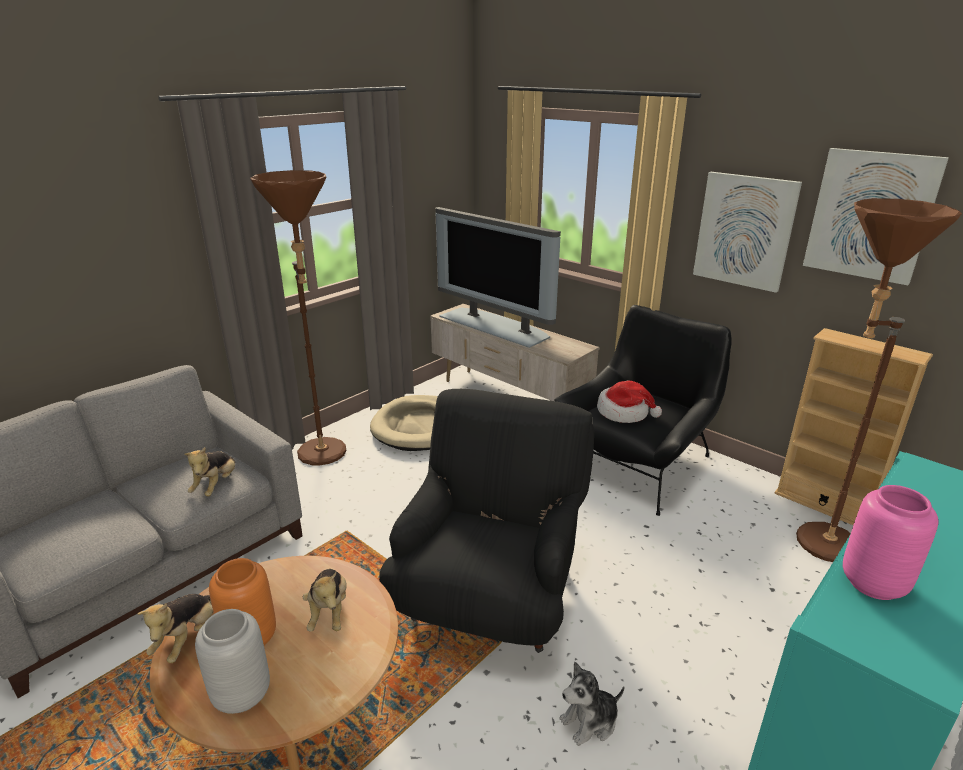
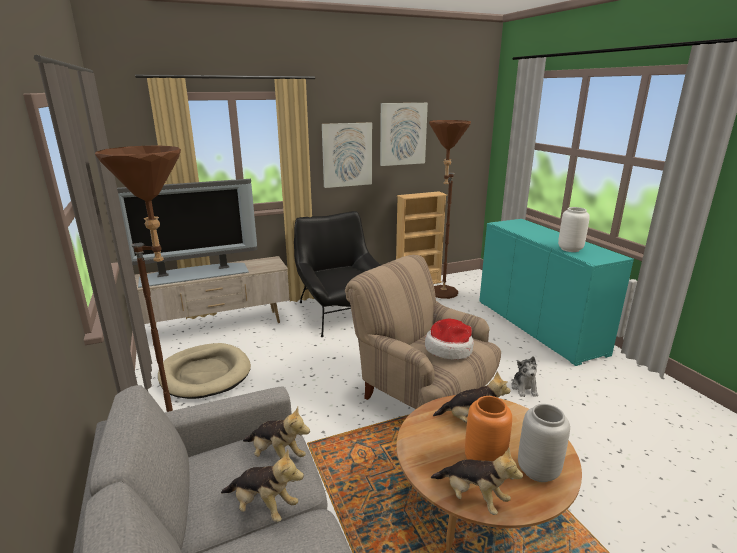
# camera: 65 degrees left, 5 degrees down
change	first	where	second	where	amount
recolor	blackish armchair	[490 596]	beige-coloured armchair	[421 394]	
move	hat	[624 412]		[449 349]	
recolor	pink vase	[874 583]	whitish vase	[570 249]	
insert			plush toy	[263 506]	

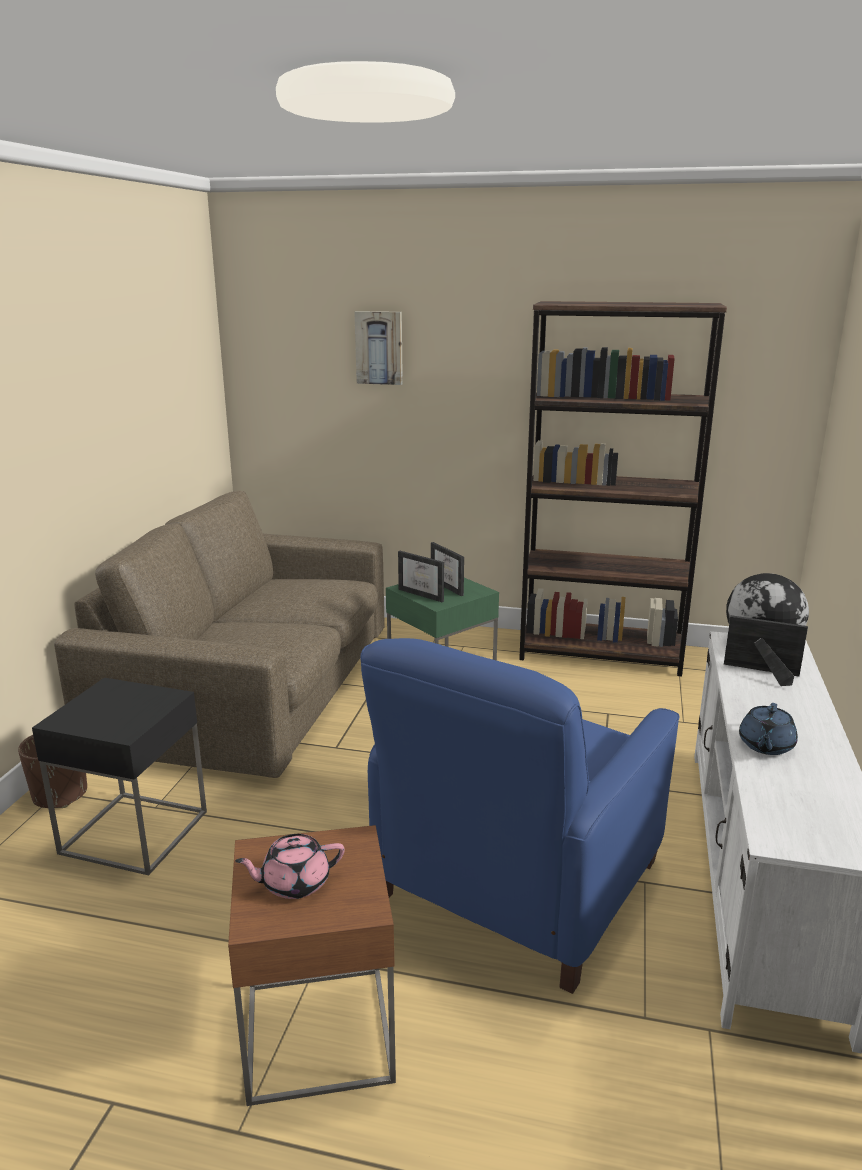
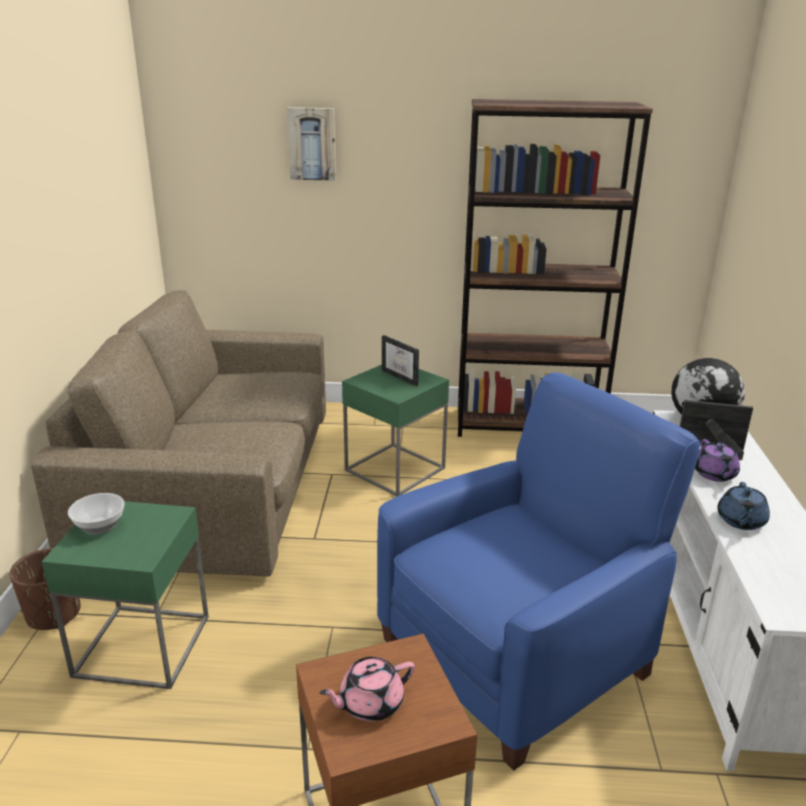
# camera: 10 degrees left, 5 degrees up
change	first	where	second	where	amount
recolor	blackish accent table	[134 832]	green-coloured accent table	[142 645]	
rotate	blue-coloured armchair	[516 882]		[516 655]	150 degrees counterclockwise
delete	picture frame	[425 594]			
insert			deep dish	[101 526]	
insert			purplish tea pot	[714 474]	

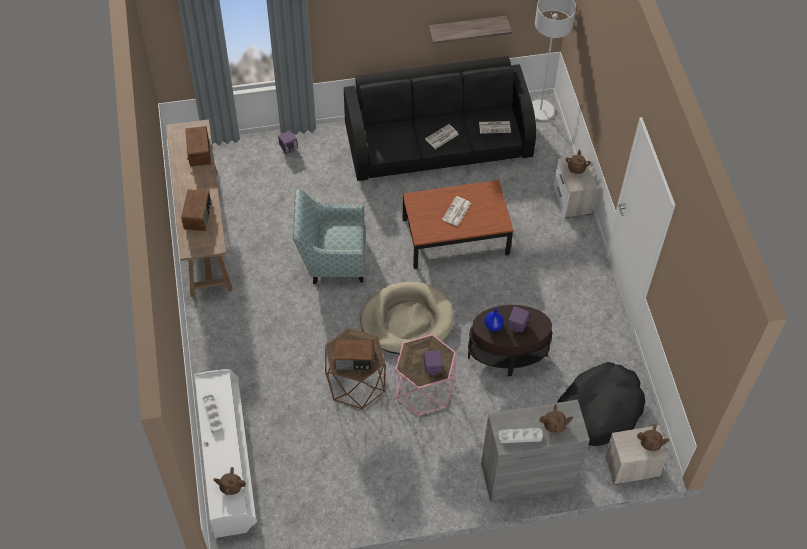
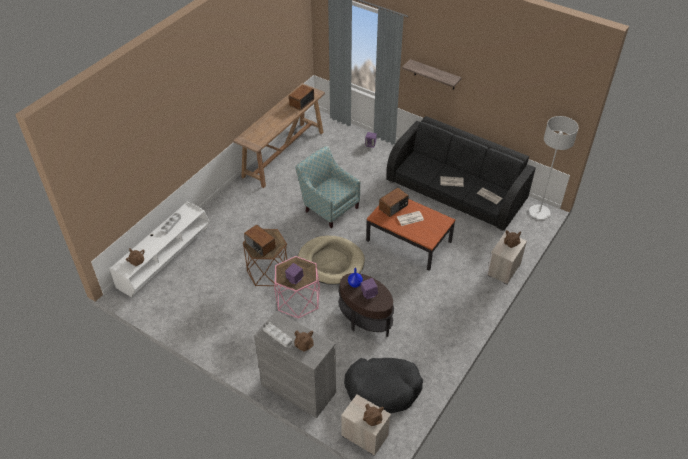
# camera: 45 degrees right, 10 degrees down
change	first	where	second	where	amount
move	radio set	[198 216]		[393 207]	
move	shelf	[467 28]		[434 75]	

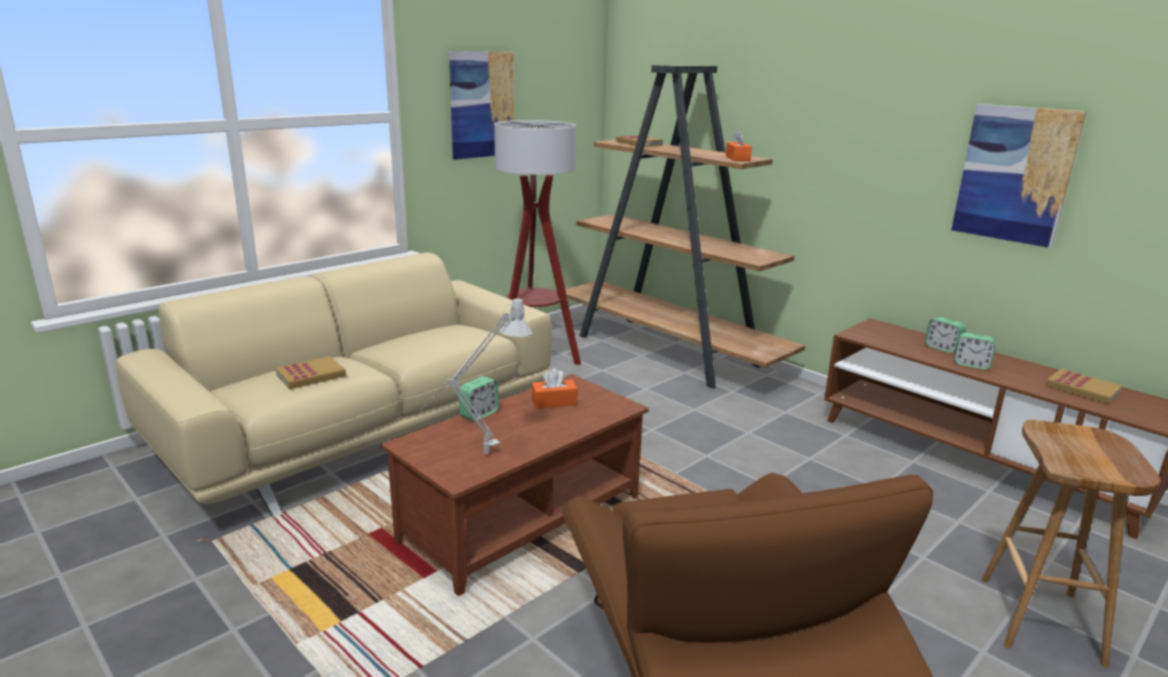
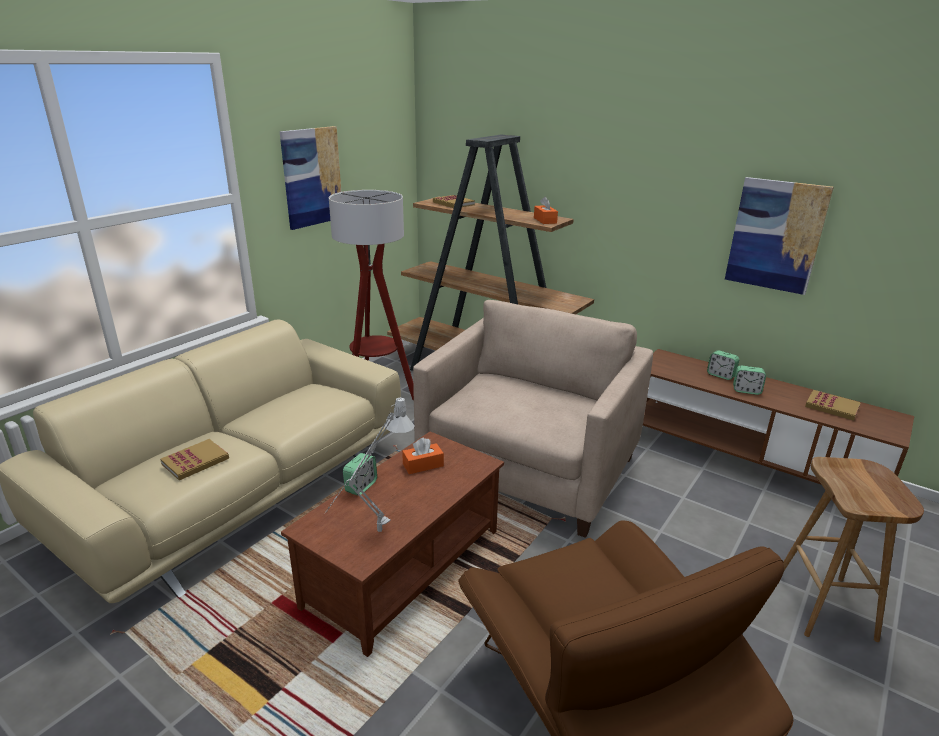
# camera: 10 degrees left, 5 degrees up
change	first	where	second	where	amount
insert			beige-coloured armchair	[529 469]	

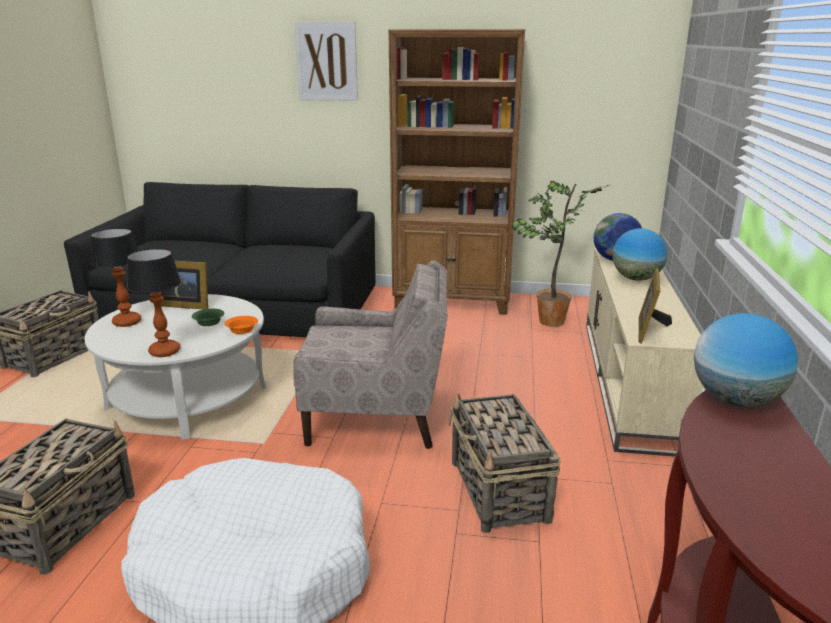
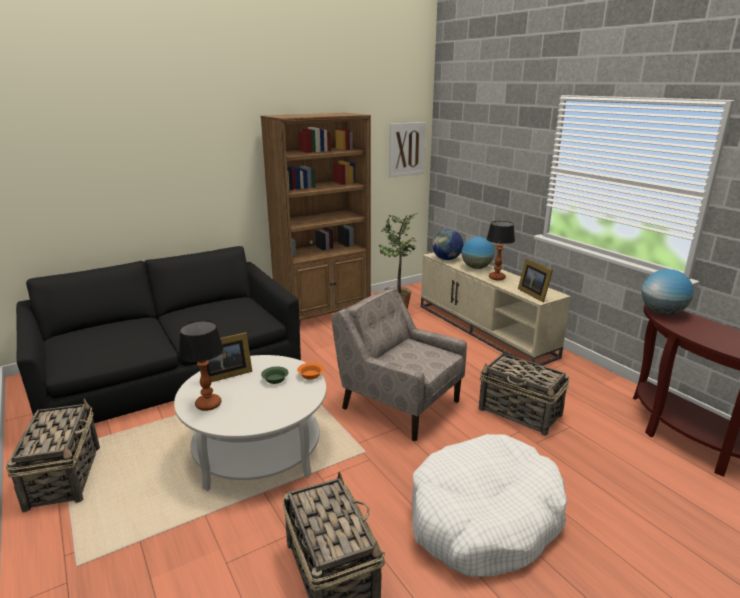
# camera: 40 degrees left, 0 degrees up
change	first	where	second	where	amount
move	lamp for a table	[165 351]		[496 278]	
rotate	beige-coloured armchair	[376 416]		[400 404]	105 degrees counterclockwise
move	wall art	[326 61]		[406 149]	

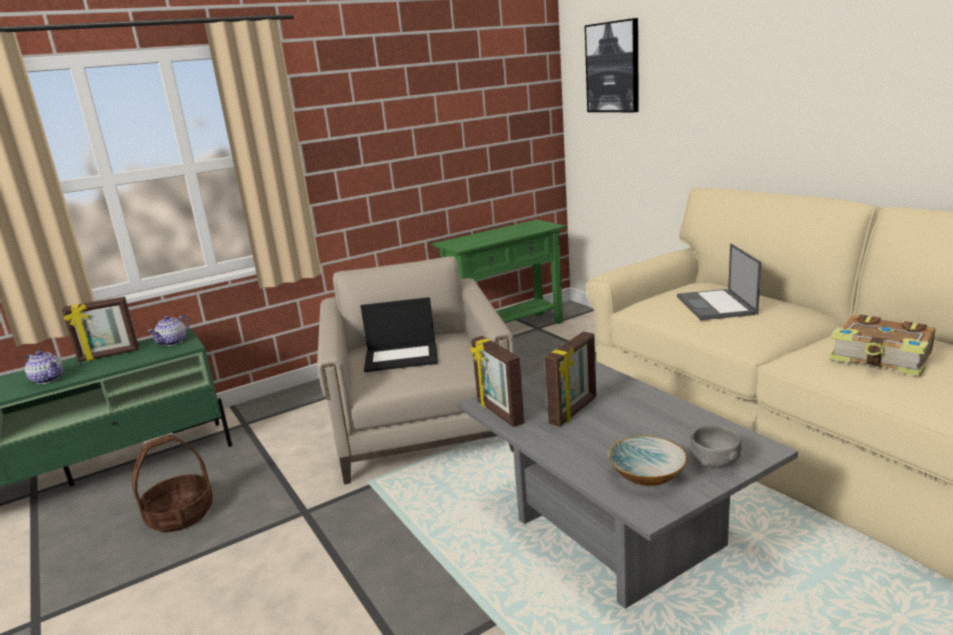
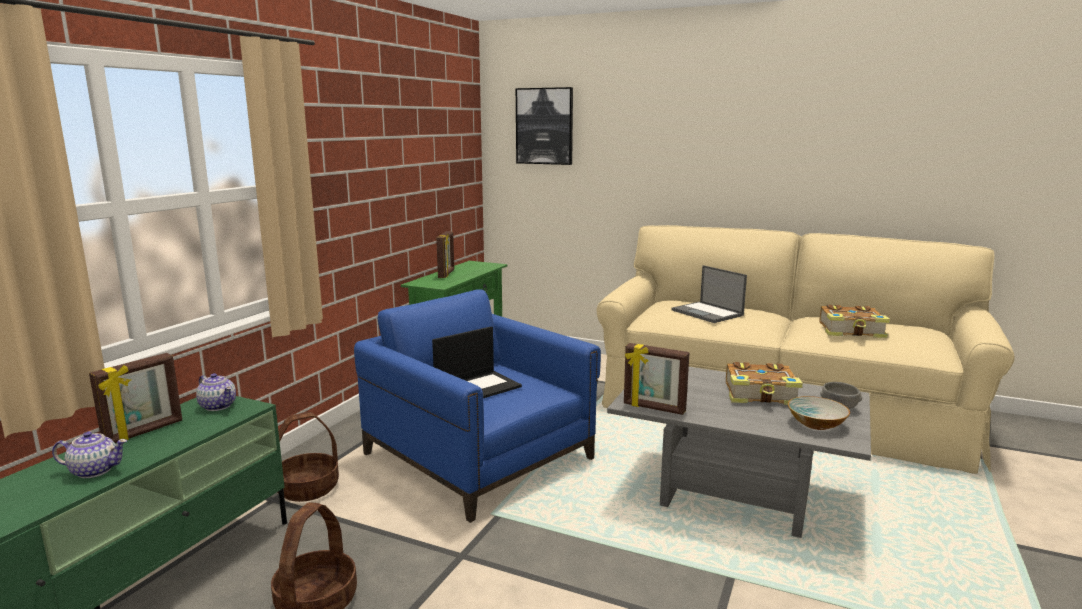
# camera: 35 degrees left, 5 degrees down
change	first	where	second	where	amount
rotate	tea pot	[173 342]		[218 406]	45 degrees counterclockwise
recolor	beige-coloured armchair	[421 424]	blue-coloured armchair	[479 457]	
move	picture frame	[574 411]		[447 274]	
insert			household basket	[308 488]	
insert			volume	[761 395]	

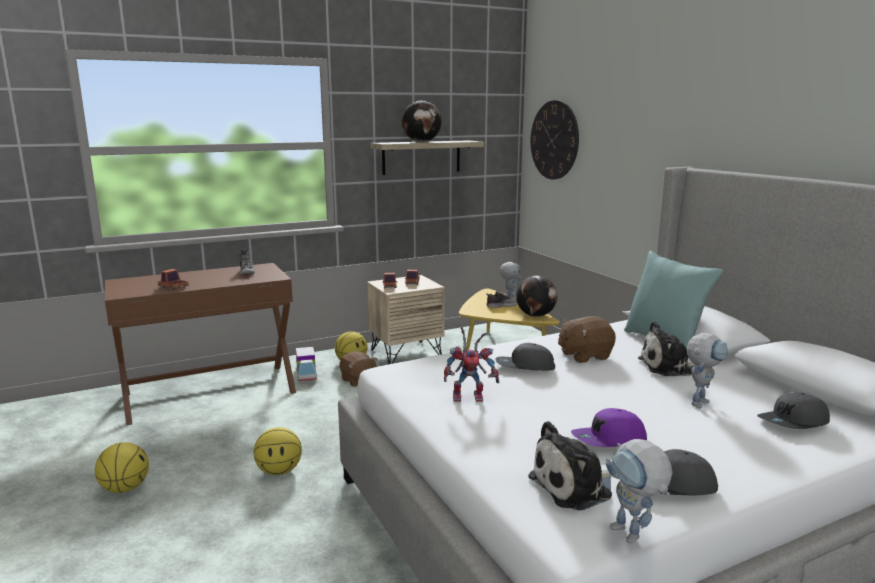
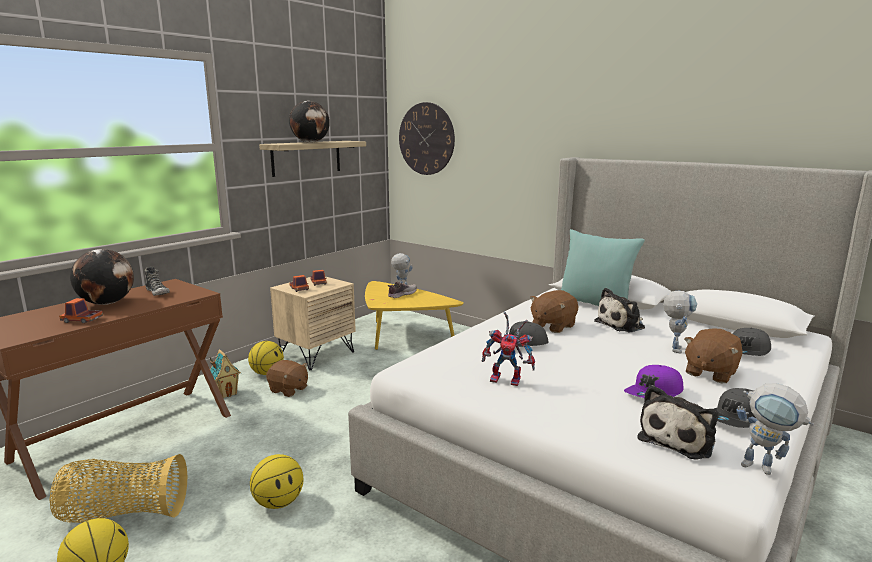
# camera: 25 degrees left, 0 degrees up
change	first	where	second	where	amount
replace	model truck	[306 373]	model house	[226 393]	
rotate	toy robot	[470 396]		[508 379]	45 degrees clockwise
move	world globe	[535 315]		[107 303]	
insert			household basket	[123 514]	
insert			brown-coloured plush toy	[710 373]	

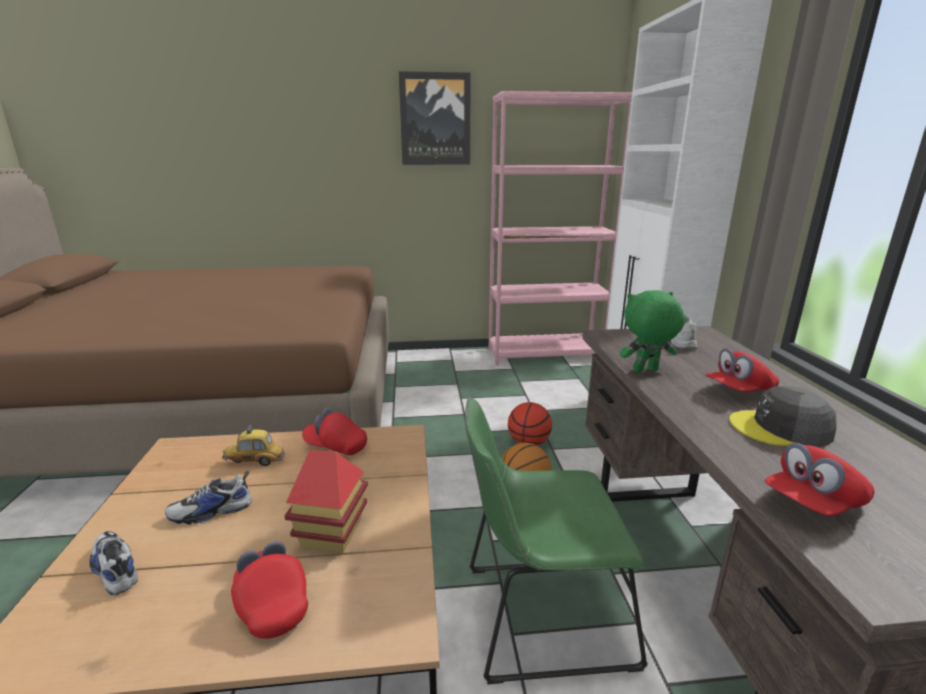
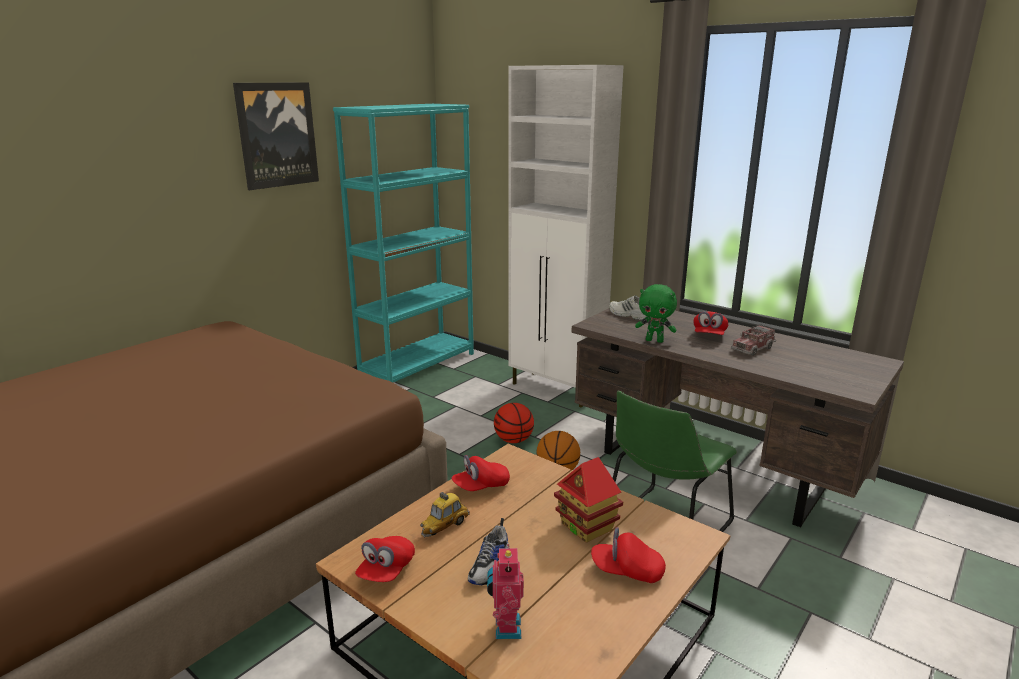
# camera: 45 degrees left, 0 degrees up
change	first	where	second	where	amount
replace	item of footwear	[114 568]	toy robot	[505 628]	
recolor	pink shelving unit	[545 354]	blue-green shelving unit	[418 365]	
rotate	green-coloured plush toy	[645 371]		[655 340]	105 degrees counterclockwise
replace	gray cap	[781 428]	model truck	[752 348]	
move	red-coloured cap	[813 503]		[386 571]	

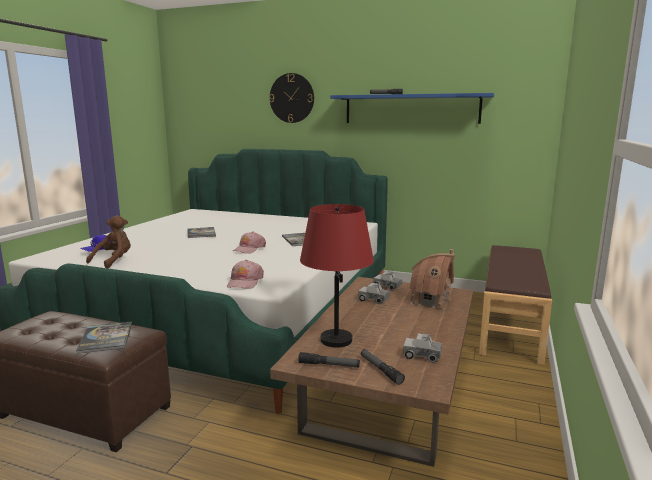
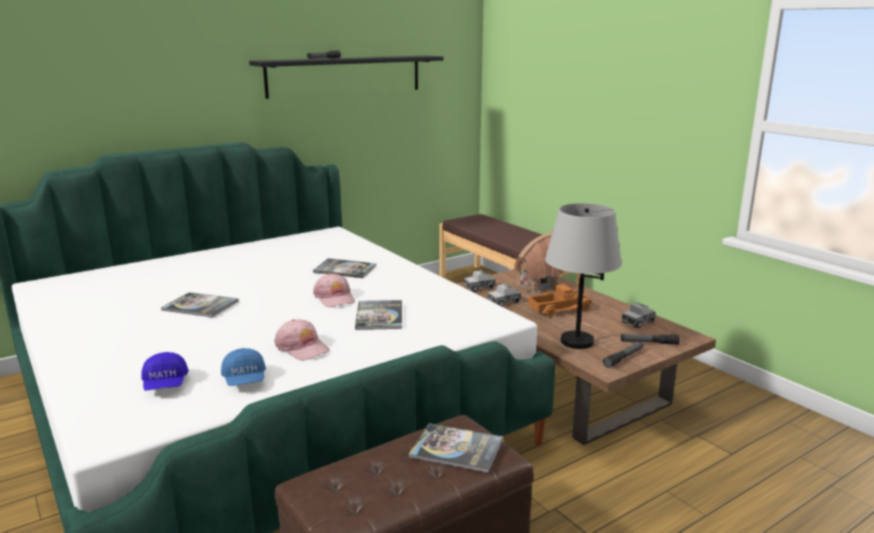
# camera: 55 degrees left, 5 degrees up
change	first	where	second	where	amount
replace	brown-coloured plush toy	[114 261]	blue-coloured cap	[245 380]	
move	pink cap	[245 282]		[302 347]	
delete	wall clock	[292 98]			
recolor	red-coloured lamp for a table	[335 340]	gray lamp for a table	[576 342]	
recolor	blue-coloured shelf	[411 109]	blackish shelf	[345 76]	
insert			volume	[379 316]	
insert			model truck	[558 309]	

